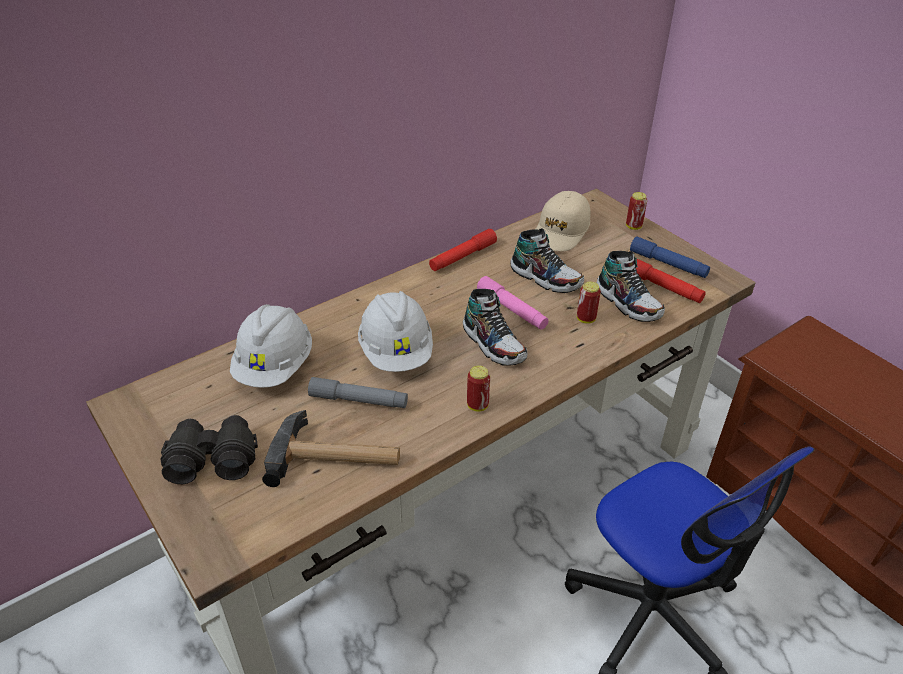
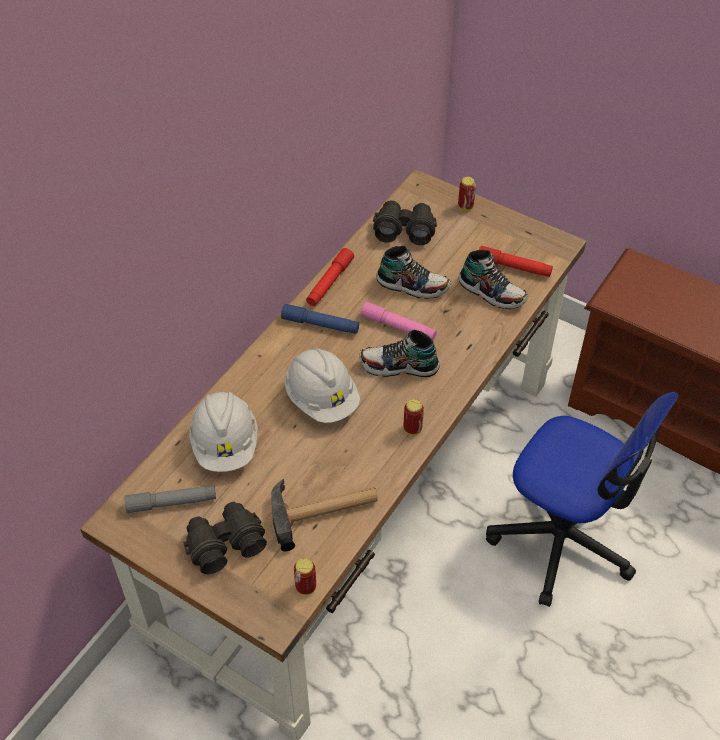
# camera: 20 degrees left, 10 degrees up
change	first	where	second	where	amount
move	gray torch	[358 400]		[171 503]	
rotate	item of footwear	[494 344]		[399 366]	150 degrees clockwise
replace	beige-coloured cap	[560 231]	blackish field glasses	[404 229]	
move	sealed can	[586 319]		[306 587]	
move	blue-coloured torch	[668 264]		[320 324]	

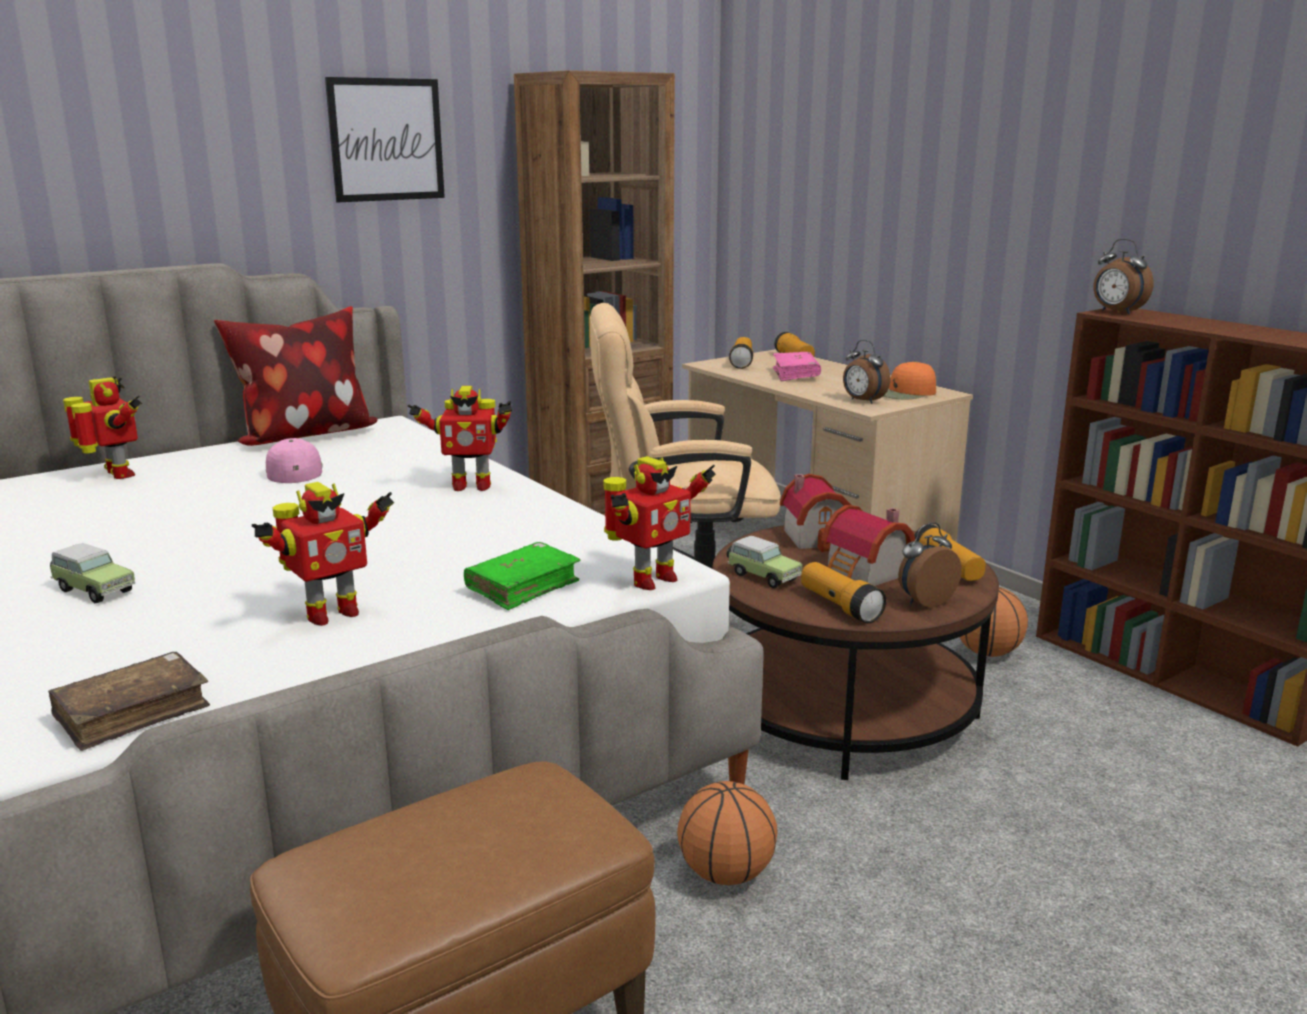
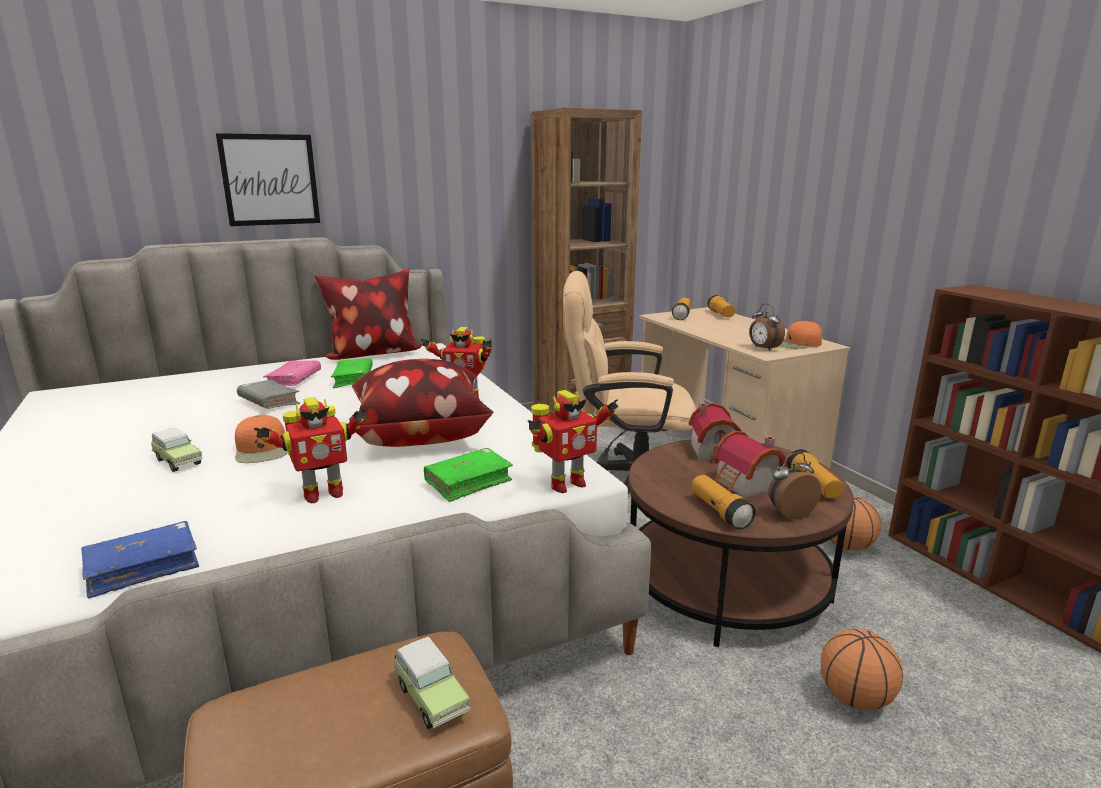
# camera: 10 degrees right, 0 degrees up
change	first	where	second	where	amount
recolor	brown-coloured volume	[132 713]	blue-coloured volume	[143 568]	
delete	toy robot	[117 475]			
replace	pink cap	[294 471]	green-coloured volume	[353 379]	
move	wall art	[386 140]		[270 180]	
move	basketball	[726 874]		[854 698]	
move	model car	[762 576]		[430 697]	
move	pink volume	[795 374]		[294 381]	
delete	bedside clock	[1116 312]			
insert			orange cap	[262 450]	
insert			gray volume	[269 402]	
insert			throw pillow	[419 435]	

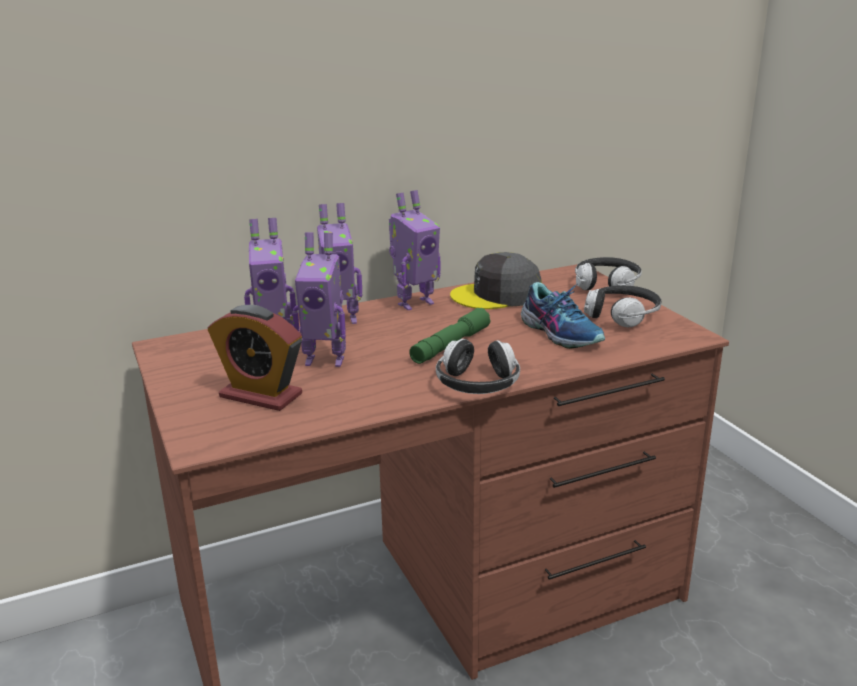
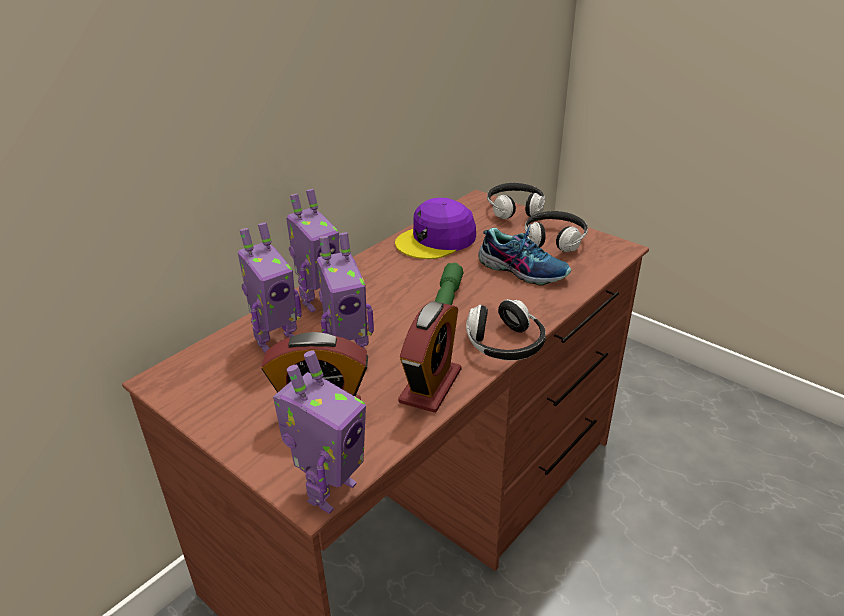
# camera: 25 degrees left, 10 degrees up
change	first	where	second	where	amount
move	toy robot	[414 303]		[329 491]	
recolor	gray cap	[497 295]	purplish cap	[436 240]	
insert			bedside clock	[430 386]	

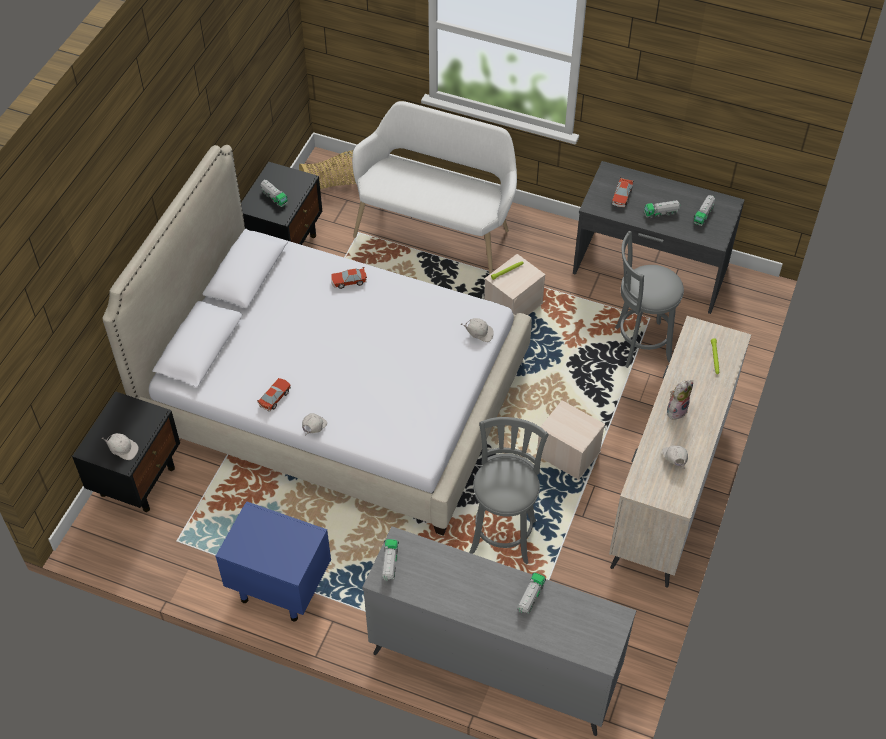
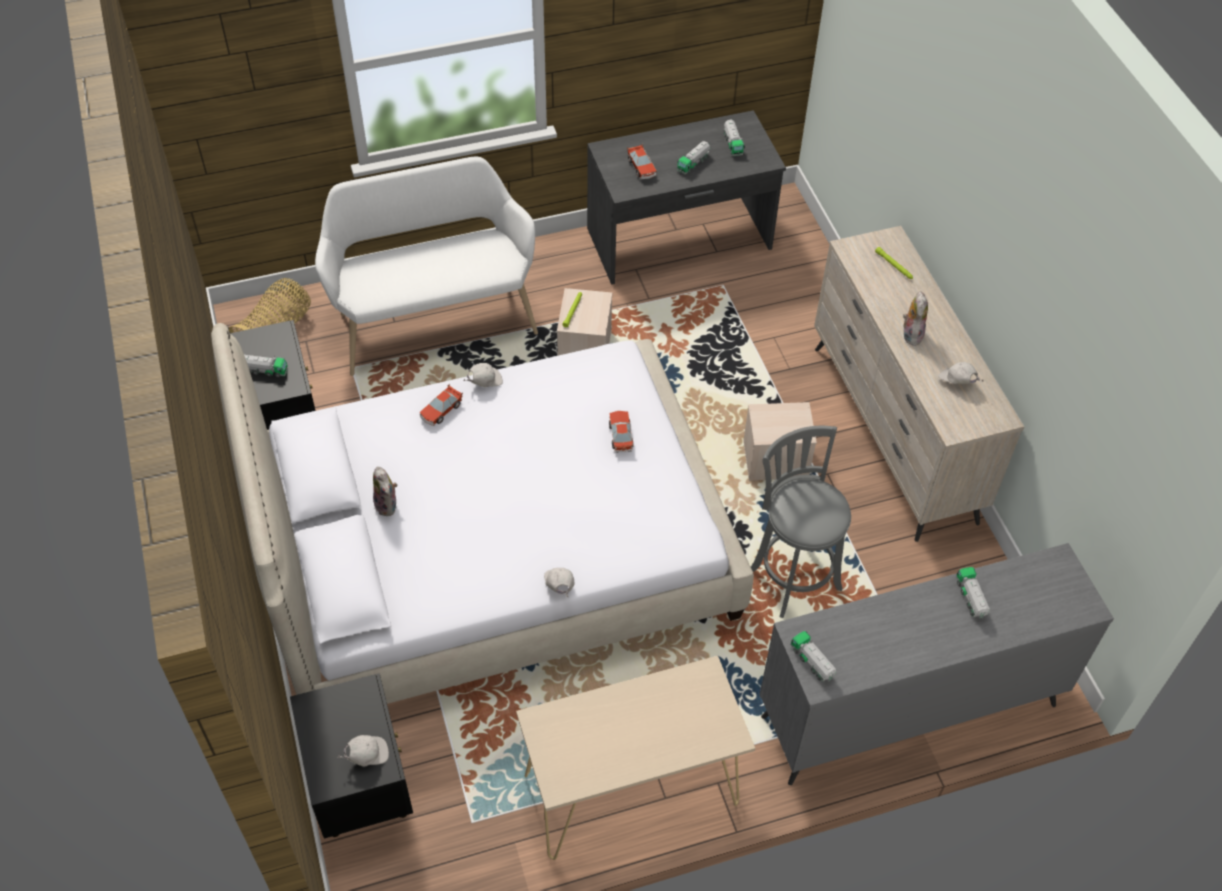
# camera: 40 degrees left, 0 degrees up
change	first	where	second	where	amount
replace	blue-coloured bedside table	[279 587]	beige-coloured narrow table	[630 789]	
move	model car	[275 397]		[620 435]	
move	whitish cap	[479 334]		[484 381]	
delete	gray sitting stool	[639 345]			
insert			plush toy	[388 505]	

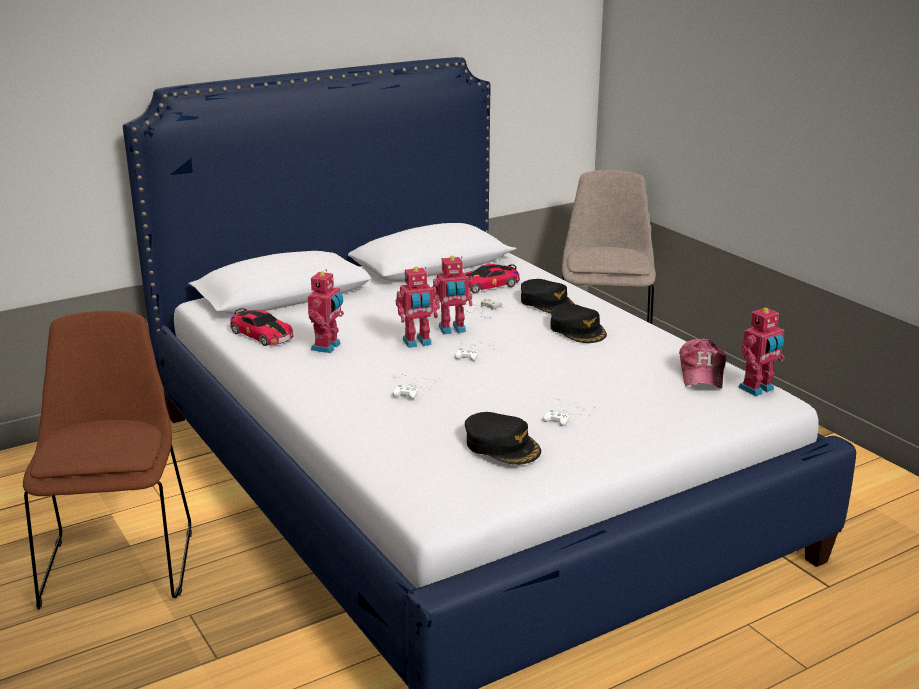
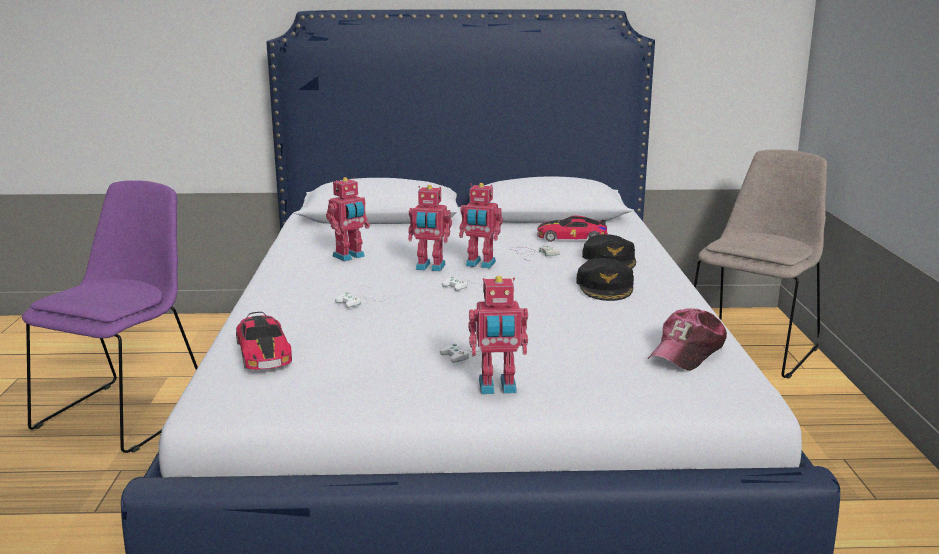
# camera: 30 degrees right, 5 degrees down
change	first	where	second	where	amount
recolor	brown-coloured upright chair	[118 562]	purplish upright chair	[126 413]	
move	model car	[261 334]		[263 352]	
delete	blackish cap	[502 445]			
move	toy robot	[758 389]		[497 388]	

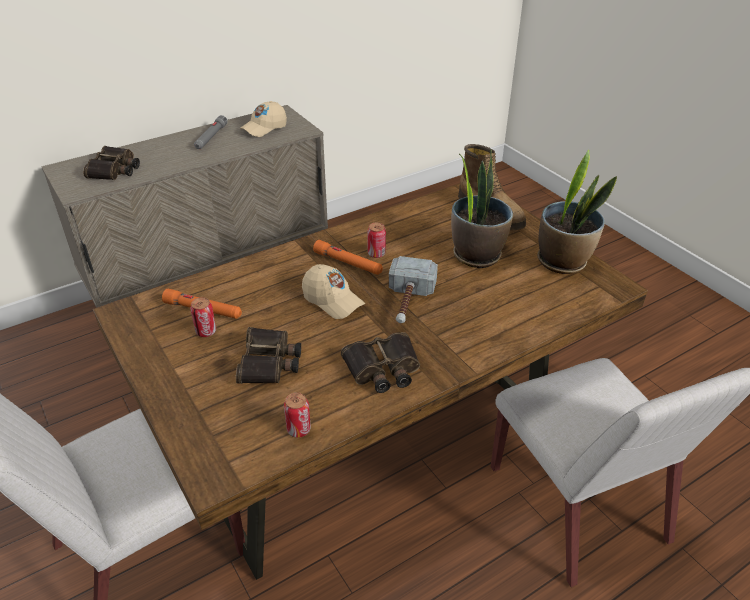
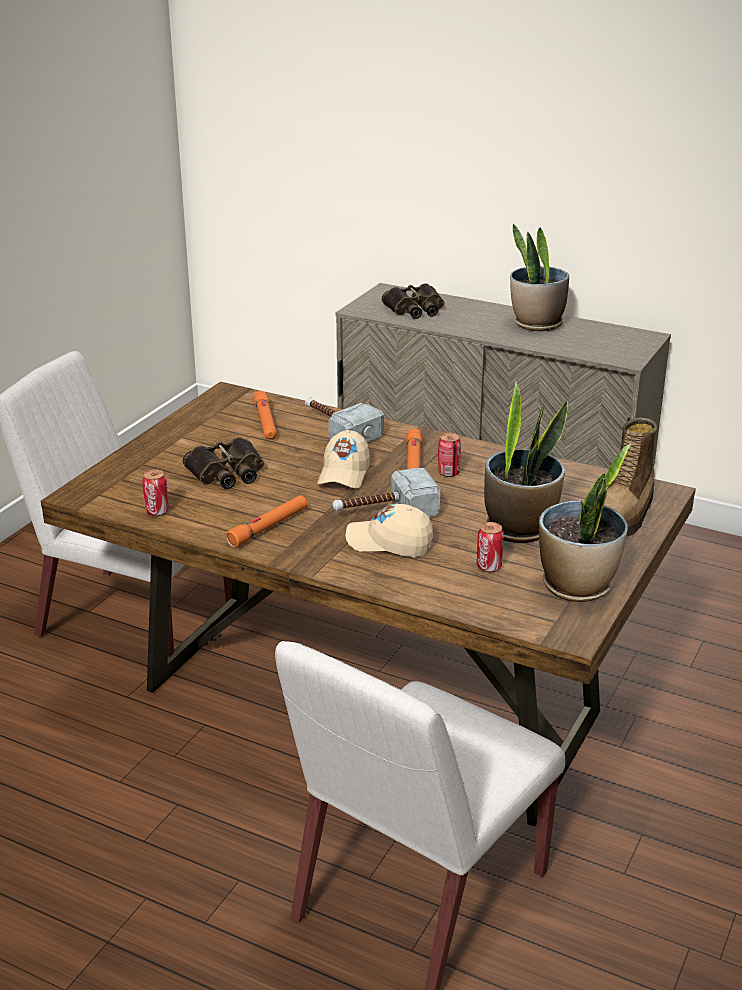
# camera: 60 degrees right, 10 degrees down
change	first	where	second	where	amount
move	sealed can	[206 331]		[489 567]	
replace	gray torch	[211 137]	plant in a pot	[536 324]	
move	beige-coloured cap	[264 128]		[389 543]	
replace	field glasses	[383 369]	orange torch	[269 527]	
insert			tool hammer	[337 429]	

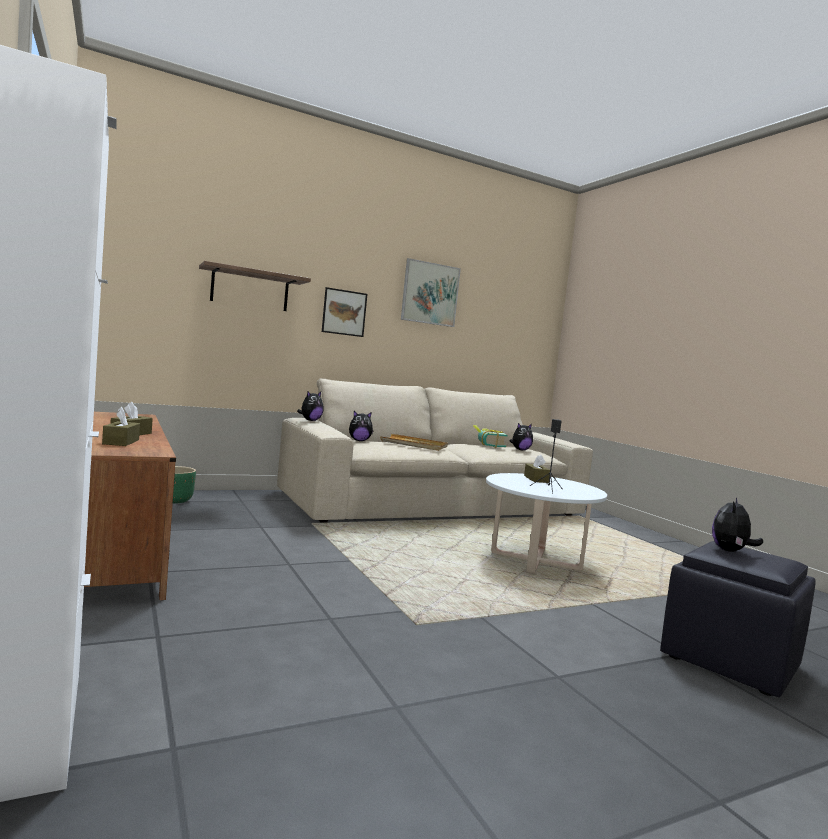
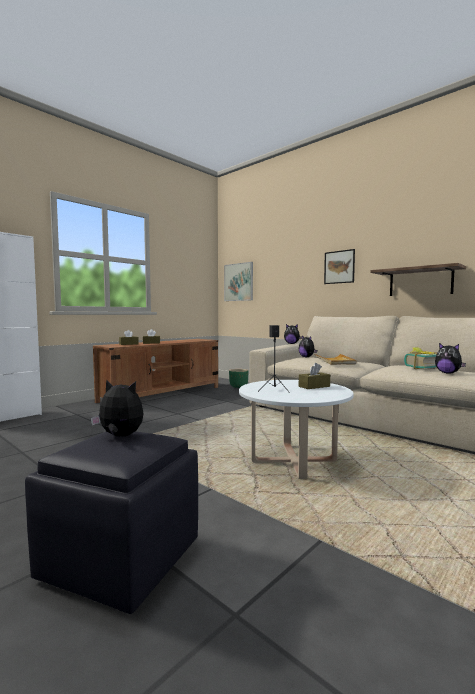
# camera: 70 degrees right, 0 degrees up
change	first	where	second	where	amount
move	shelf	[250 289]		[420 282]	
move	wall art	[430 293]		[238 282]	

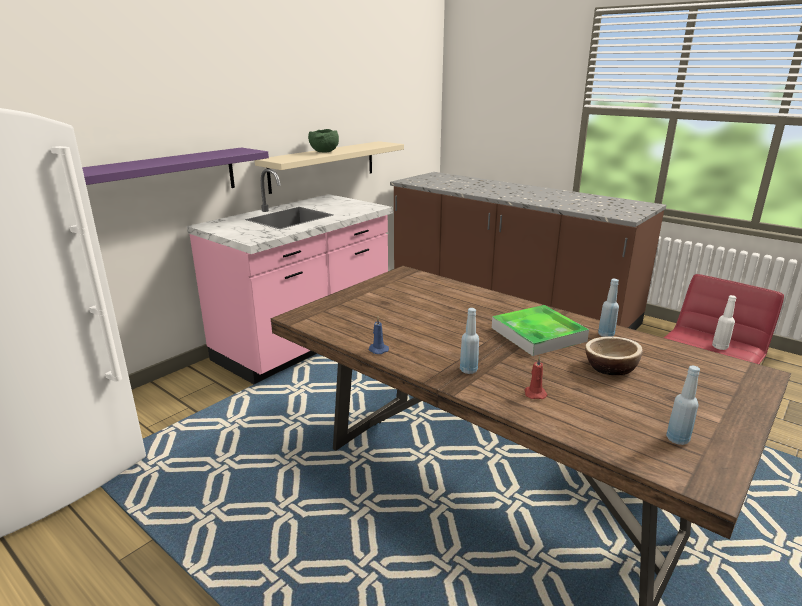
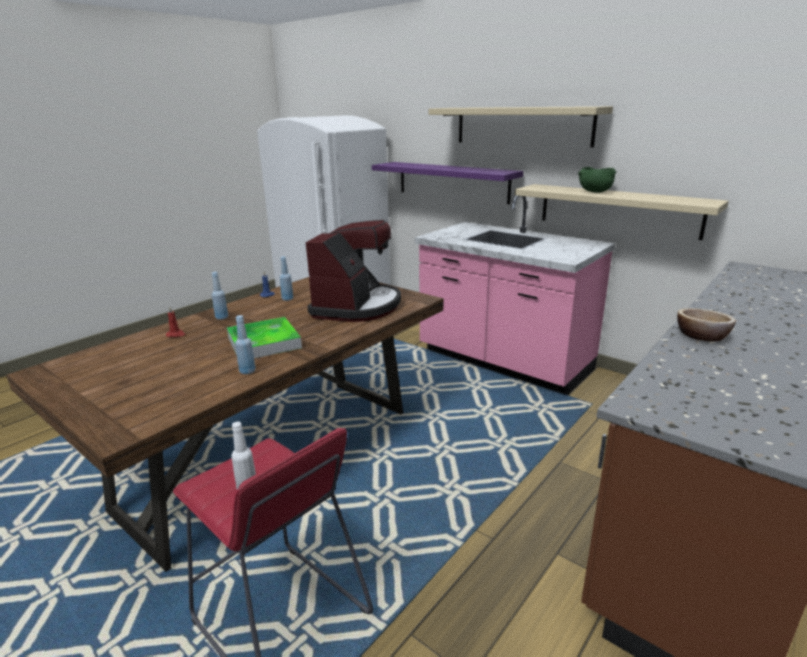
# camera: 90 degrees right, 0 degrees up
change	first	where	second	where	amount
move	deep dish	[610 368]		[701 336]	
move	blue-coloured drink bottle	[677 439]		[287 299]	
insert			coffee maker	[357 306]	
insert			beige-coloured shelf	[522 126]	

